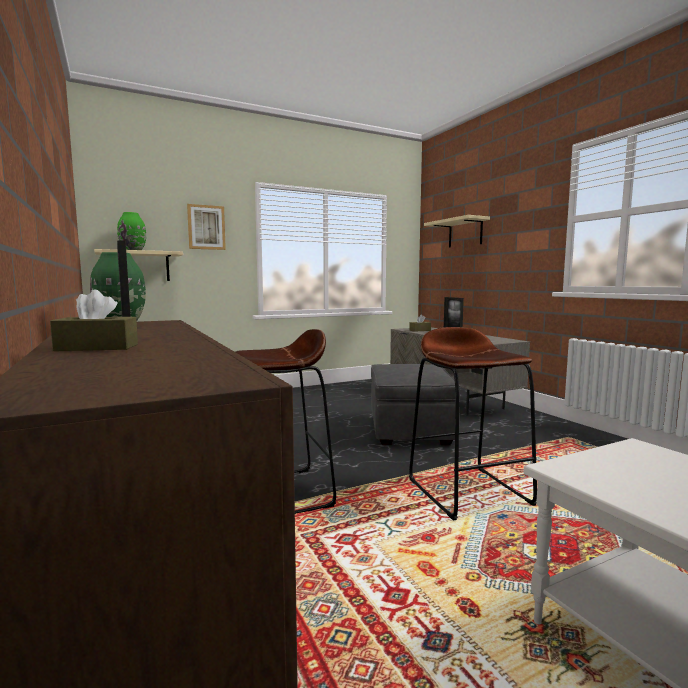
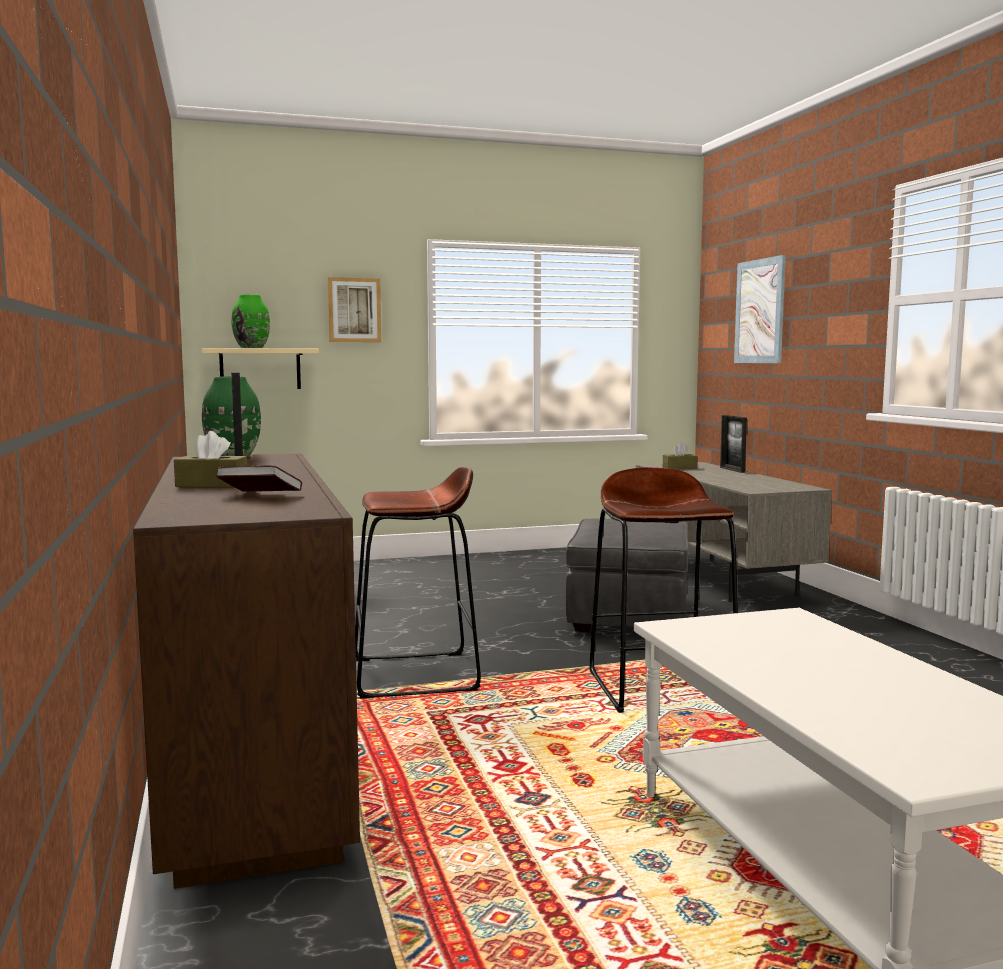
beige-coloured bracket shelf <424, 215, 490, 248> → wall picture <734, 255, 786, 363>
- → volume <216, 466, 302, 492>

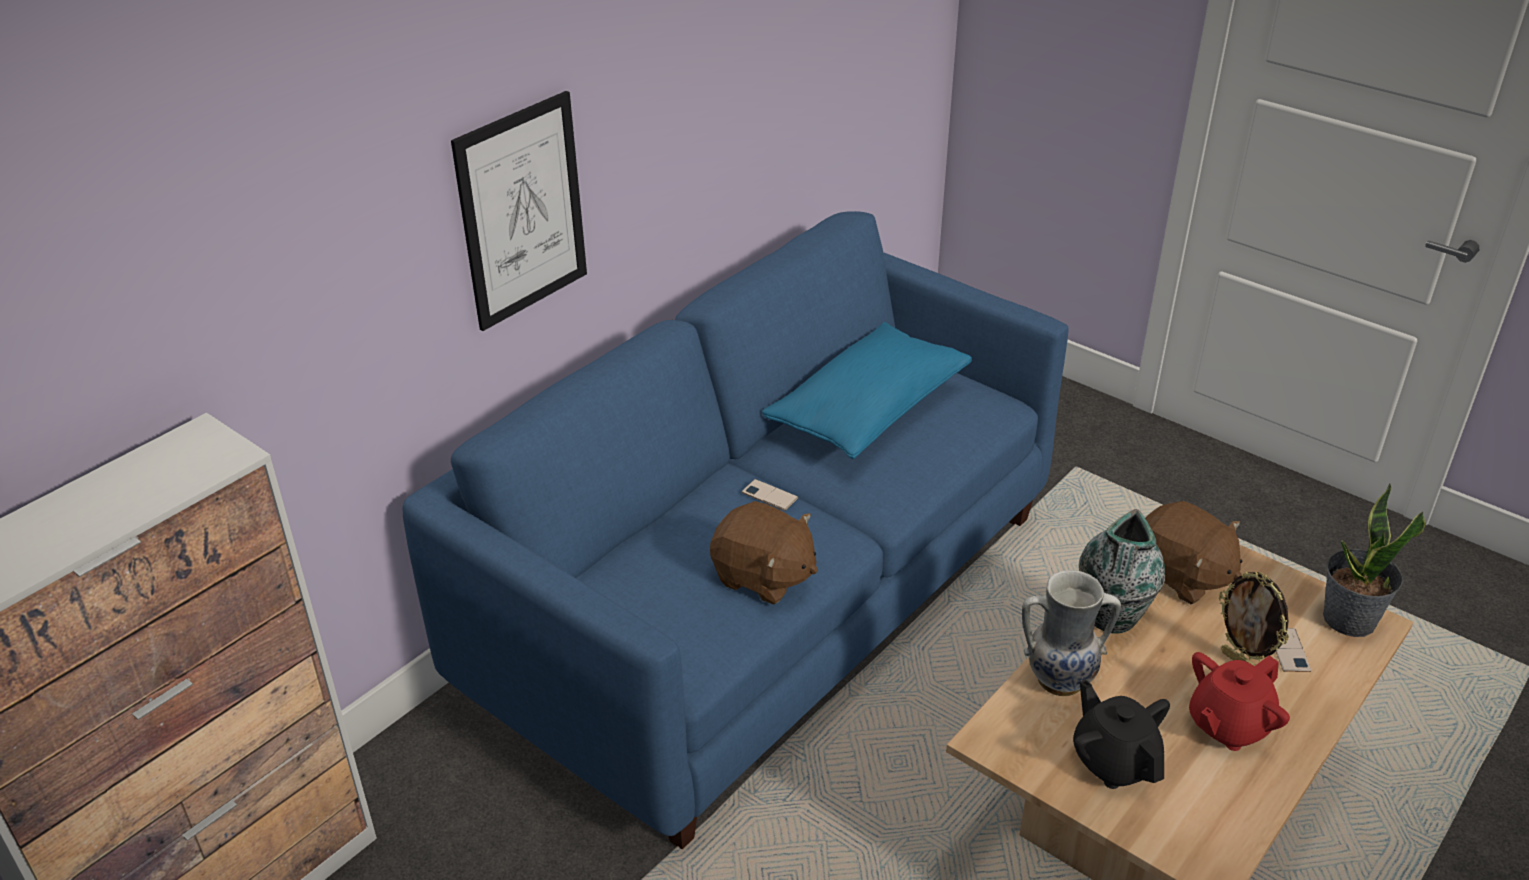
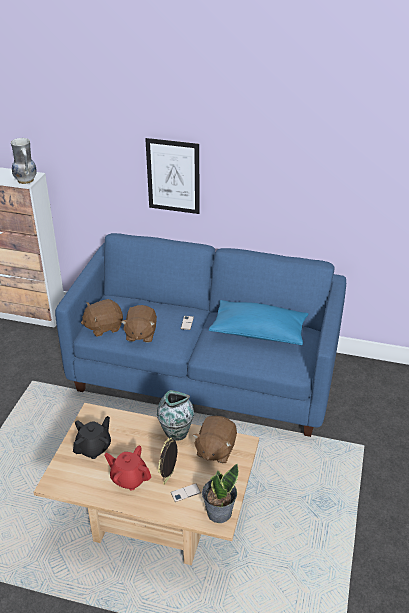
flower vase <1022, 570, 1121, 696> → flower vase <11, 138, 37, 184>, shifted
- → brownish soft toy <81, 299, 123, 337>

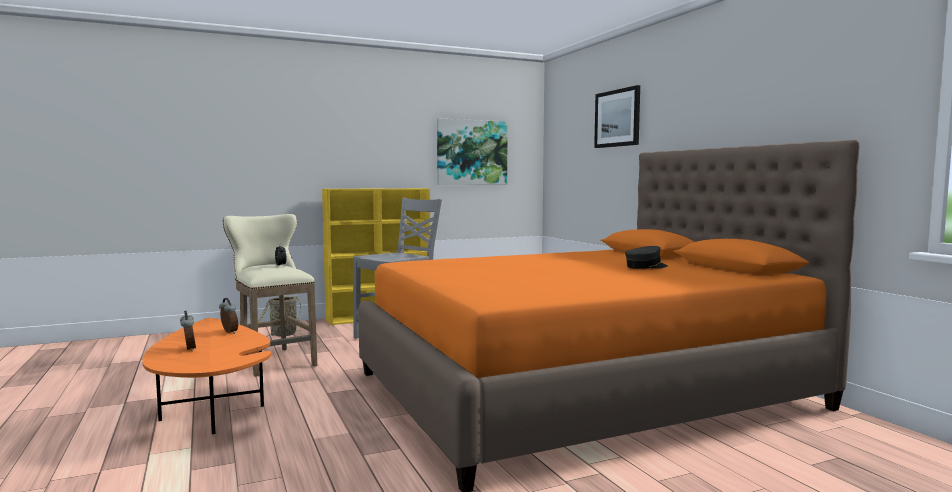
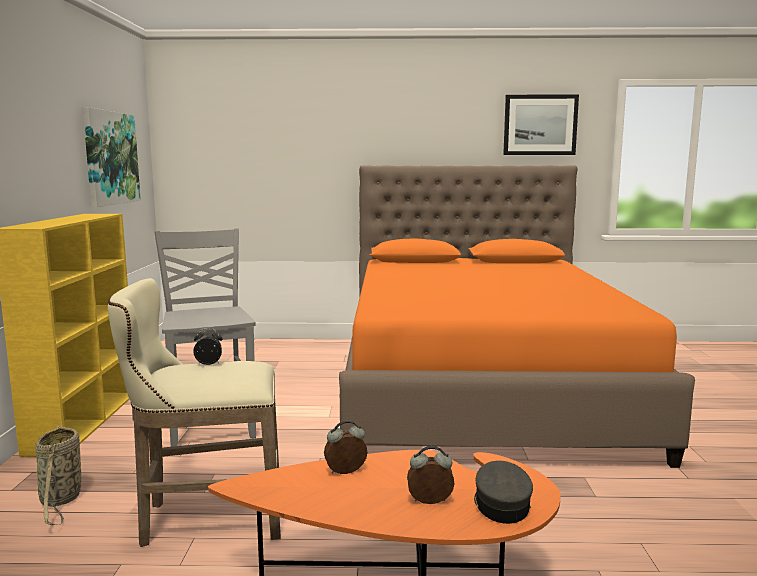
wall picture <594, 85, 640, 148> → wall picture <503, 95, 579, 155>, shifted
gray peaked cap <625, 246, 668, 269> → gray peaked cap <474, 460, 533, 524>, shifted

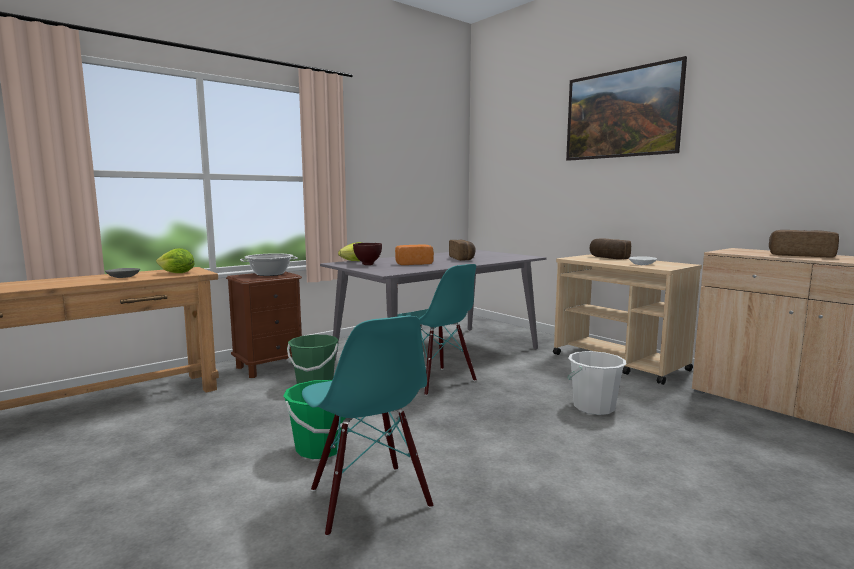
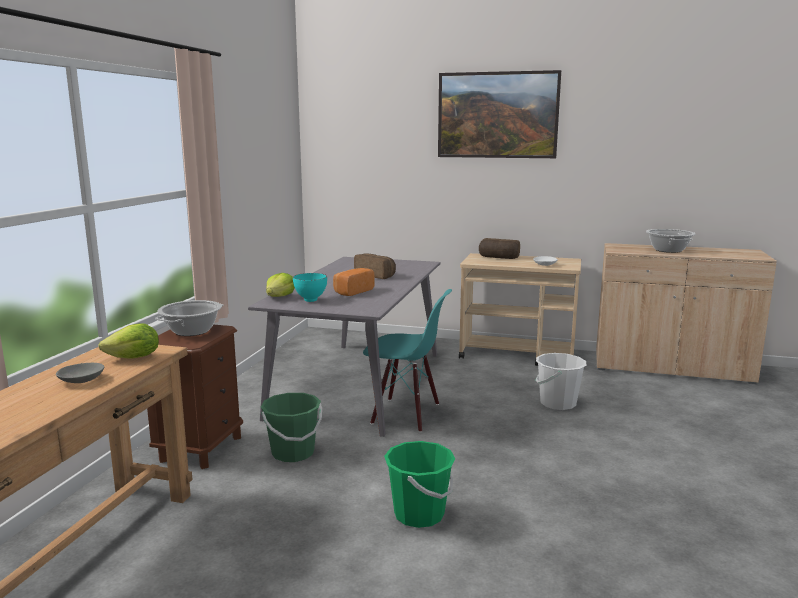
bread <769, 230, 839, 257> → stockpot <646, 229, 696, 253>
brownish serving bowl <353, 243, 382, 265> → blue-green serving bowl <293, 273, 327, 302>
blue-green upright chair <302, 316, 433, 537> → -

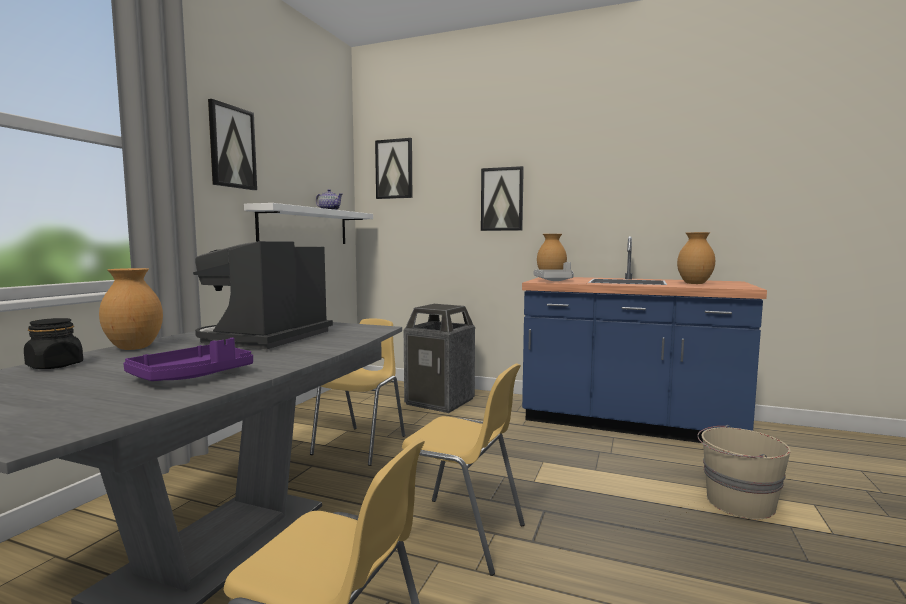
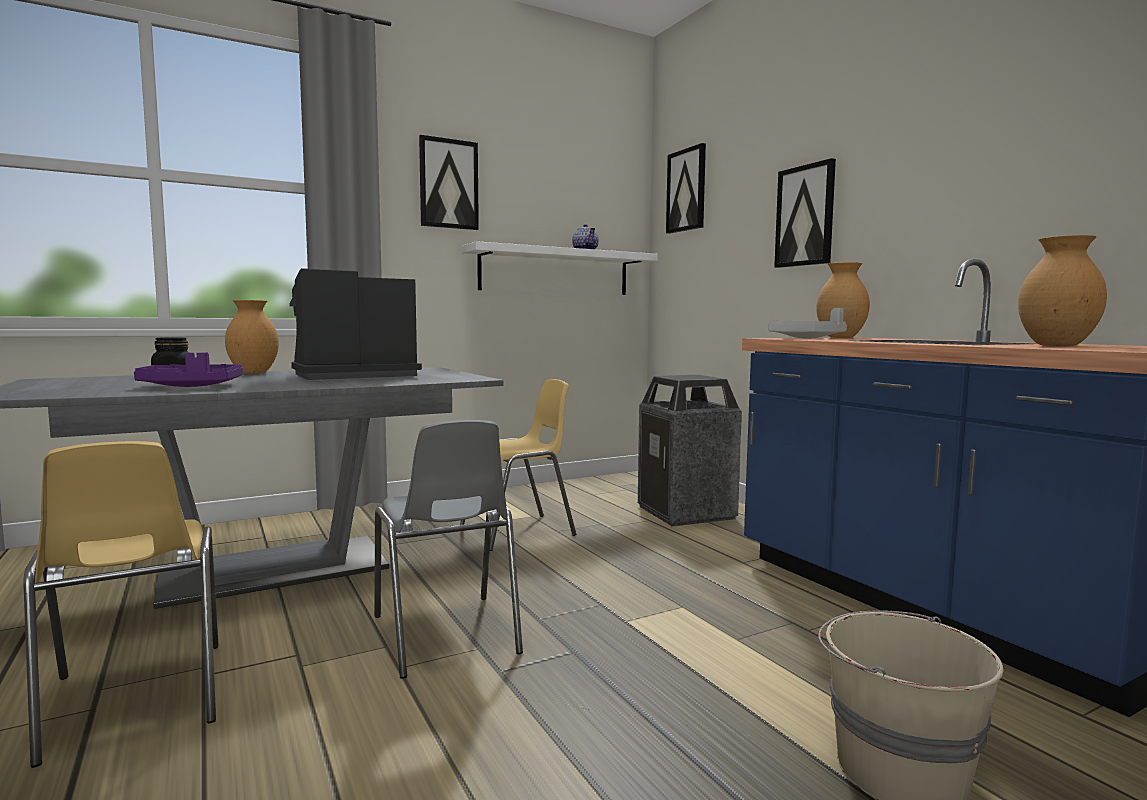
yellowish upright chair <402, 363, 525, 576> → gray upright chair <374, 420, 523, 679>

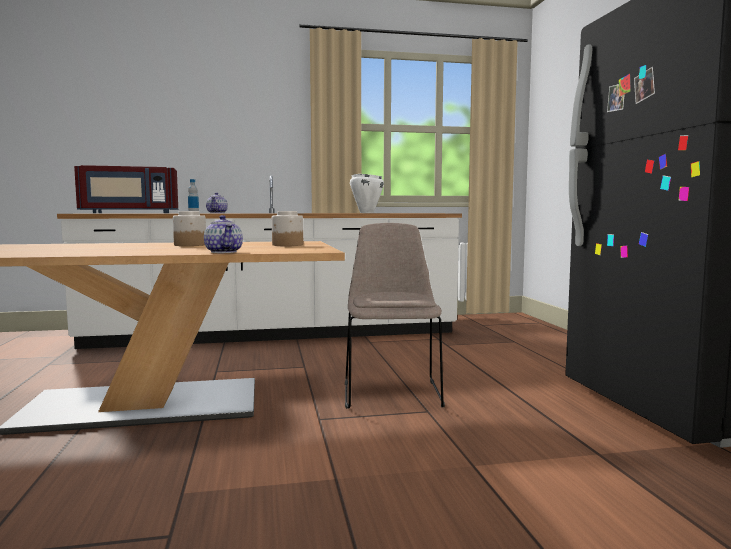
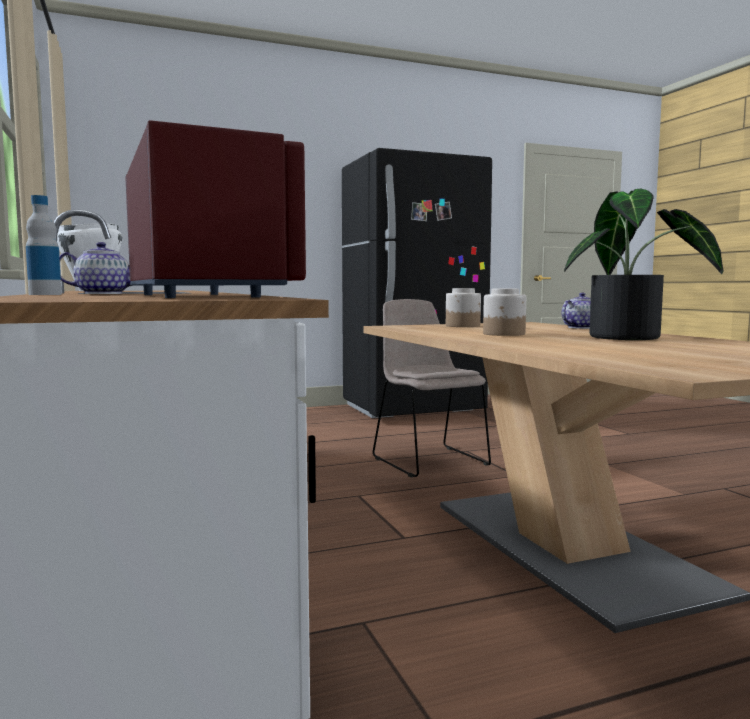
beige-coloured upright chair <345, 223, 445, 409> → beige-coloured upright chair <373, 299, 491, 478>, 75 degrees clockwise
- → potted plant <564, 188, 724, 340>

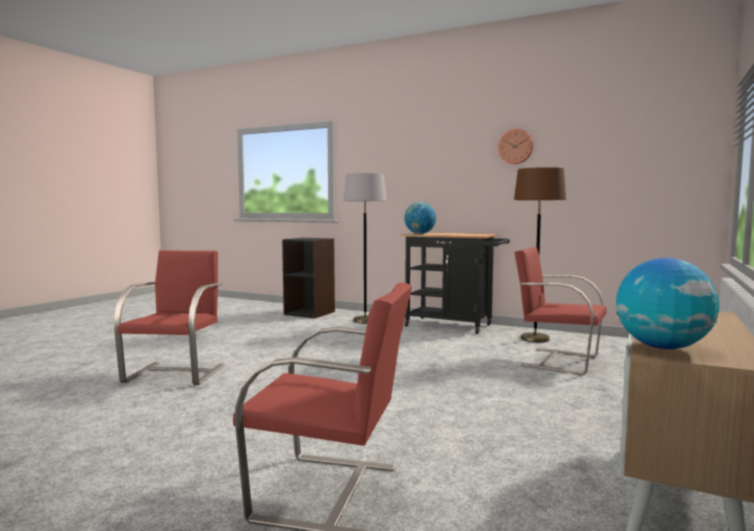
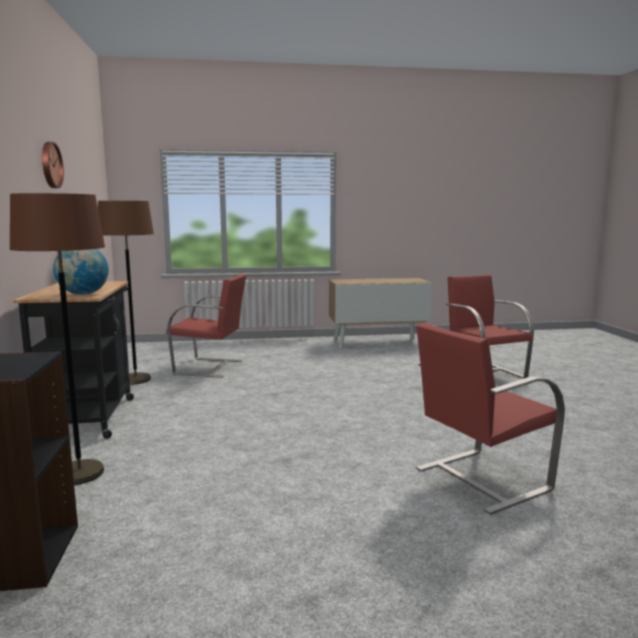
gray standing lamp <343, 173, 386, 323> → brownish standing lamp <10, 193, 105, 485>
red upright chair <514, 247, 607, 375> → red upright chair <166, 274, 246, 378>, 75 degrees counterclockwise
desk globe <616, 258, 719, 349> → -

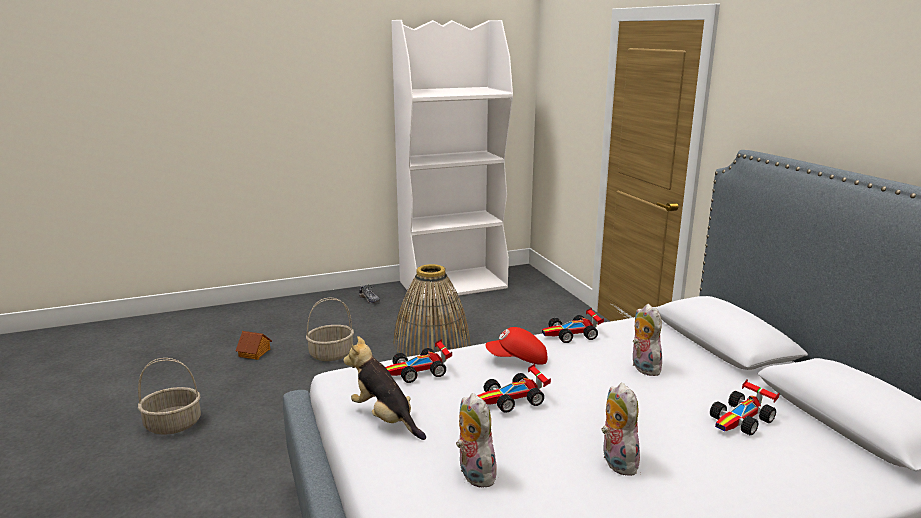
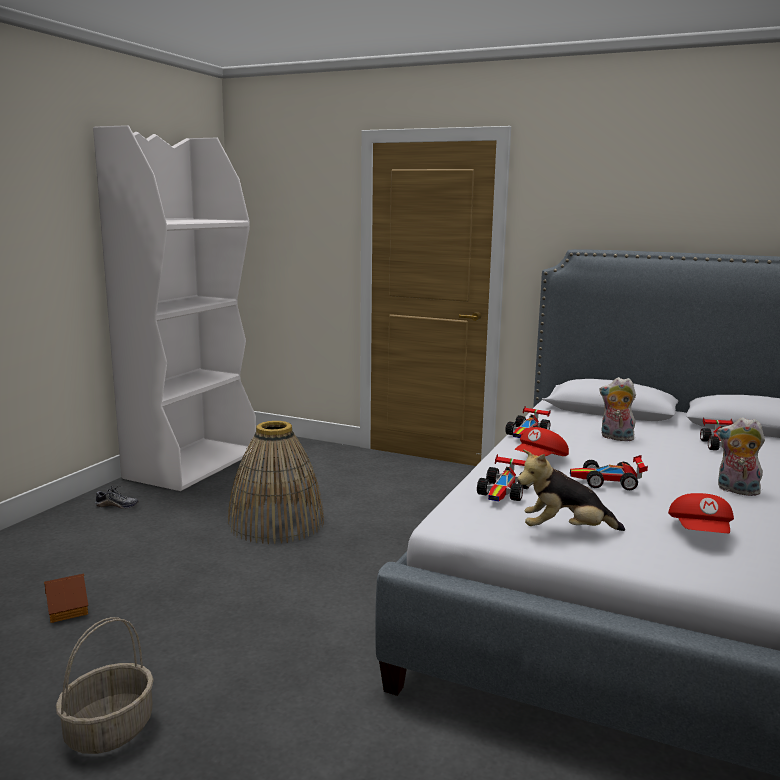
household basket <306, 298, 354, 361> → -
model car <477, 364, 551, 413> → model car <570, 455, 648, 490>, 75 degrees clockwise
soft toy <456, 393, 497, 487> → red peaked cap <668, 493, 734, 533>

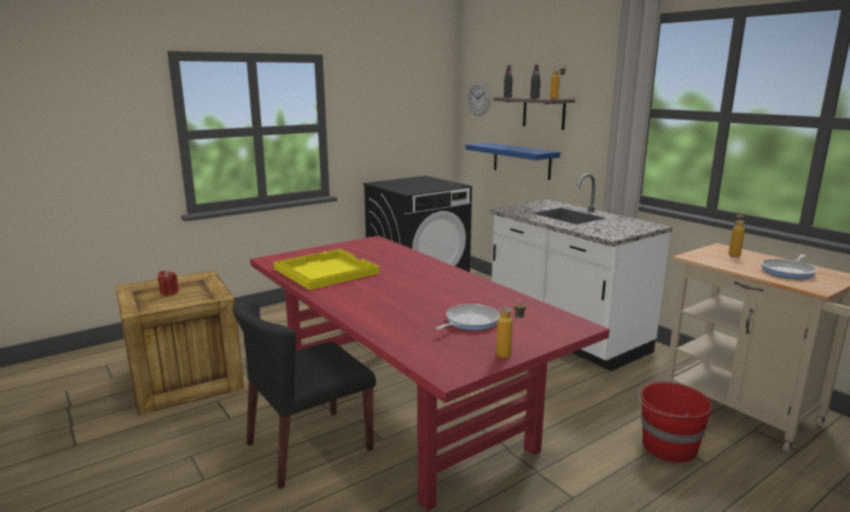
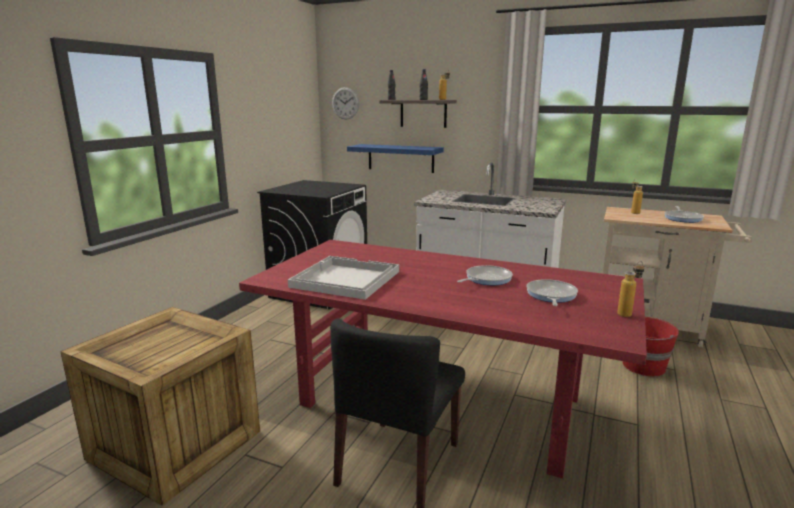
yellowish tray <274, 249, 379, 290> → white-coloured tray <288, 256, 399, 300>
red candle <158, 270, 179, 296> → -
- → skillet <457, 265, 513, 285>

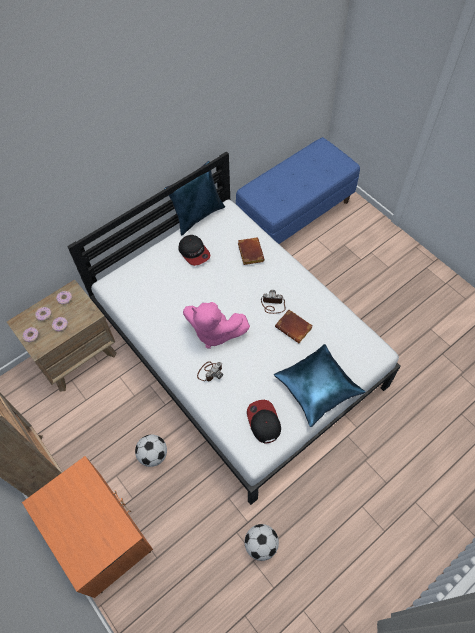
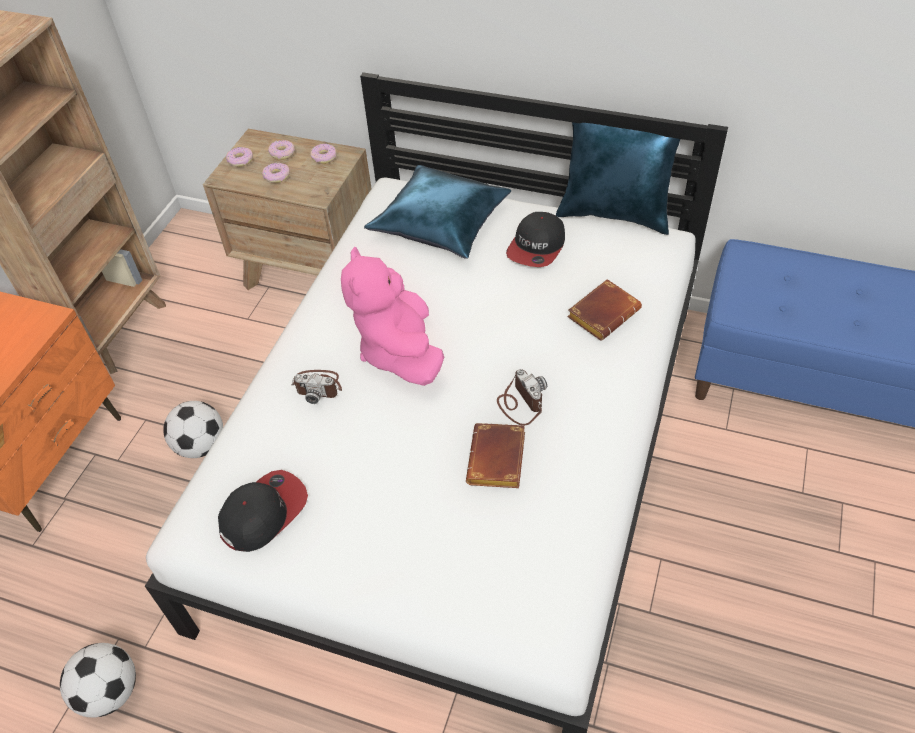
bluish pillow <274, 344, 365, 427> → bluish pillow <364, 165, 511, 259>, shifted

